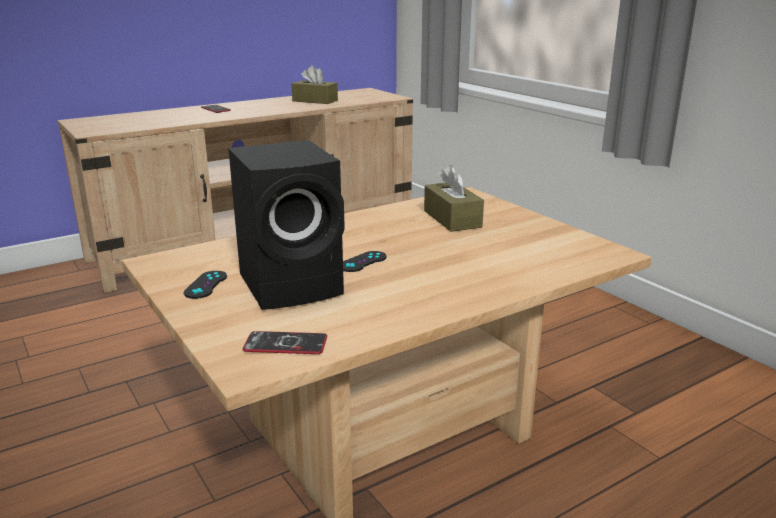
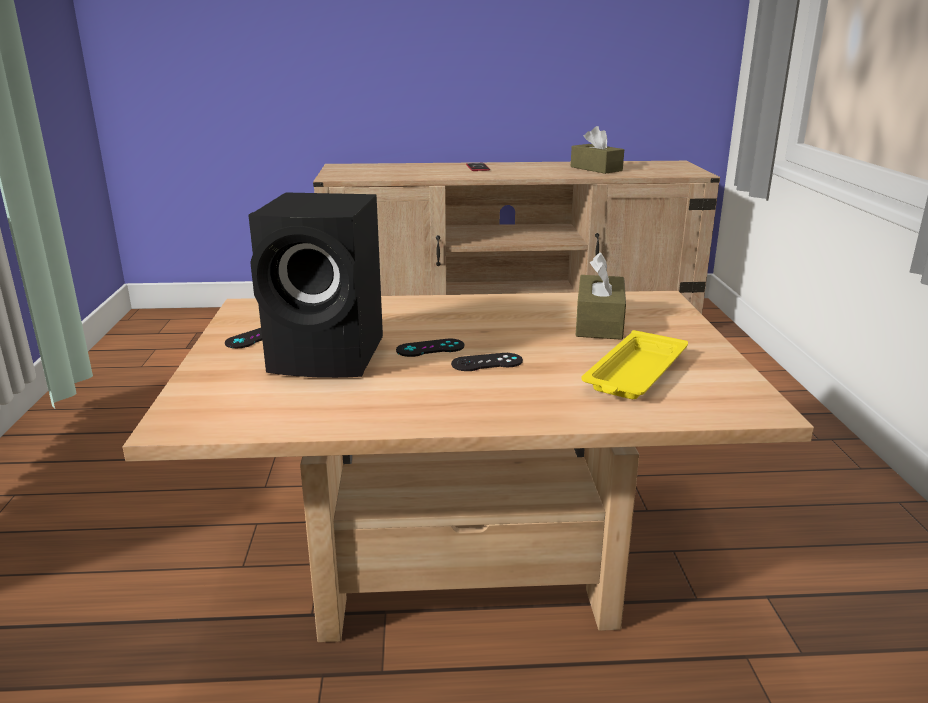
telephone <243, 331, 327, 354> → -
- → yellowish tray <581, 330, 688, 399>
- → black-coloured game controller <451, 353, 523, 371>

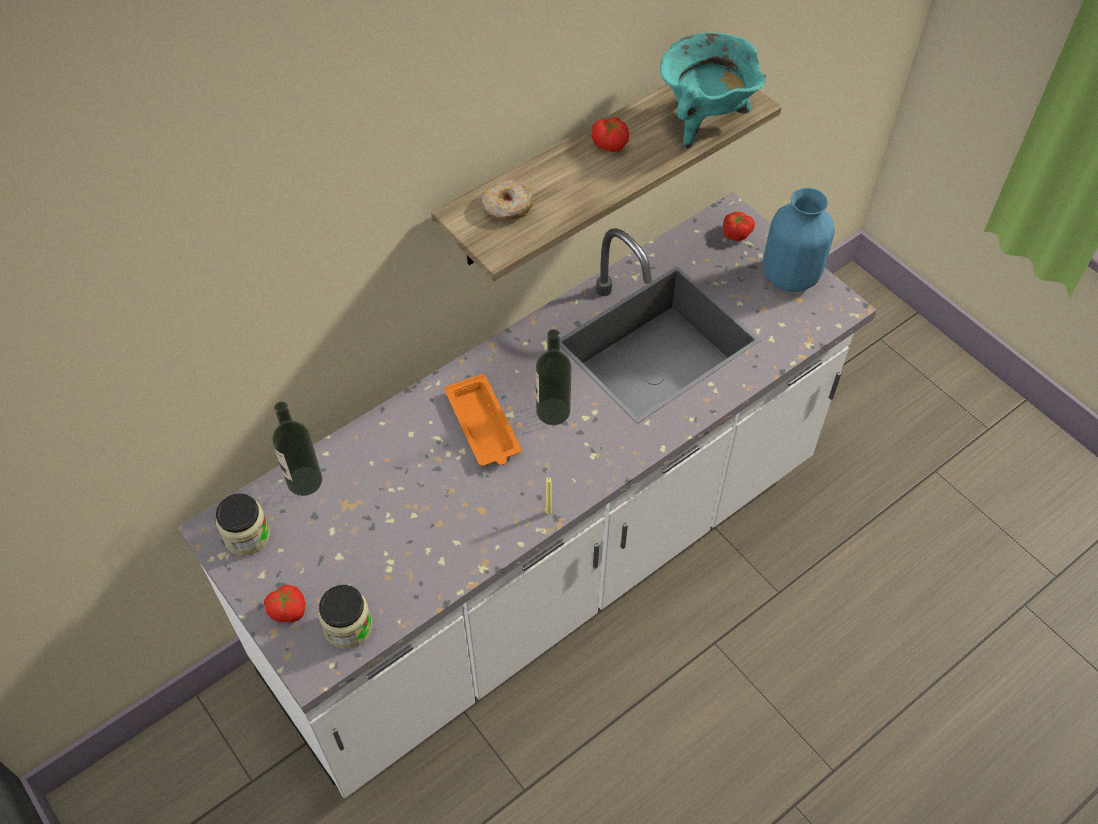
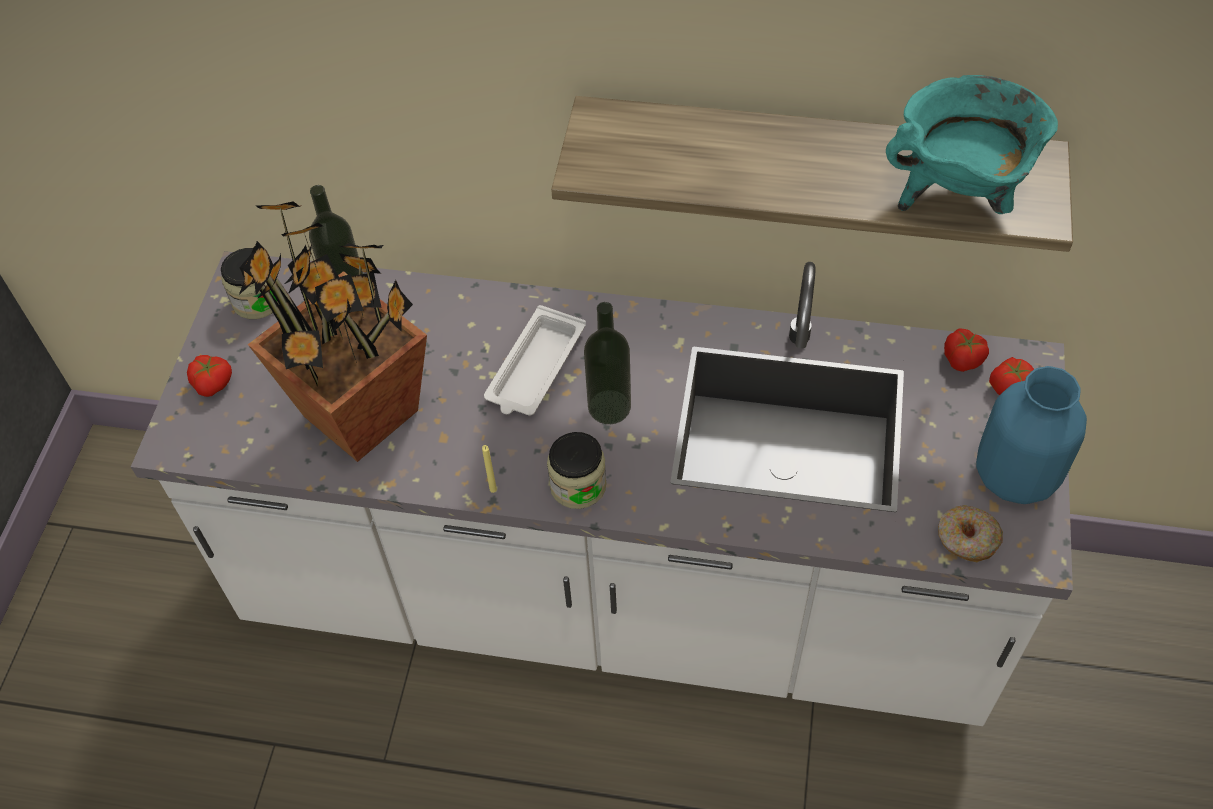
tomato <591, 117, 629, 152> → tomato <944, 328, 989, 372>, shifted
donut <482, 179, 533, 220> → donut <938, 505, 1003, 562>, shifted
orange-coloured tray <445, 374, 521, 466> → white-coloured tray <484, 305, 586, 416>
jar <318, 585, 372, 649> → jar <547, 432, 606, 509>, shifted
- → potted plant <239, 201, 427, 462>

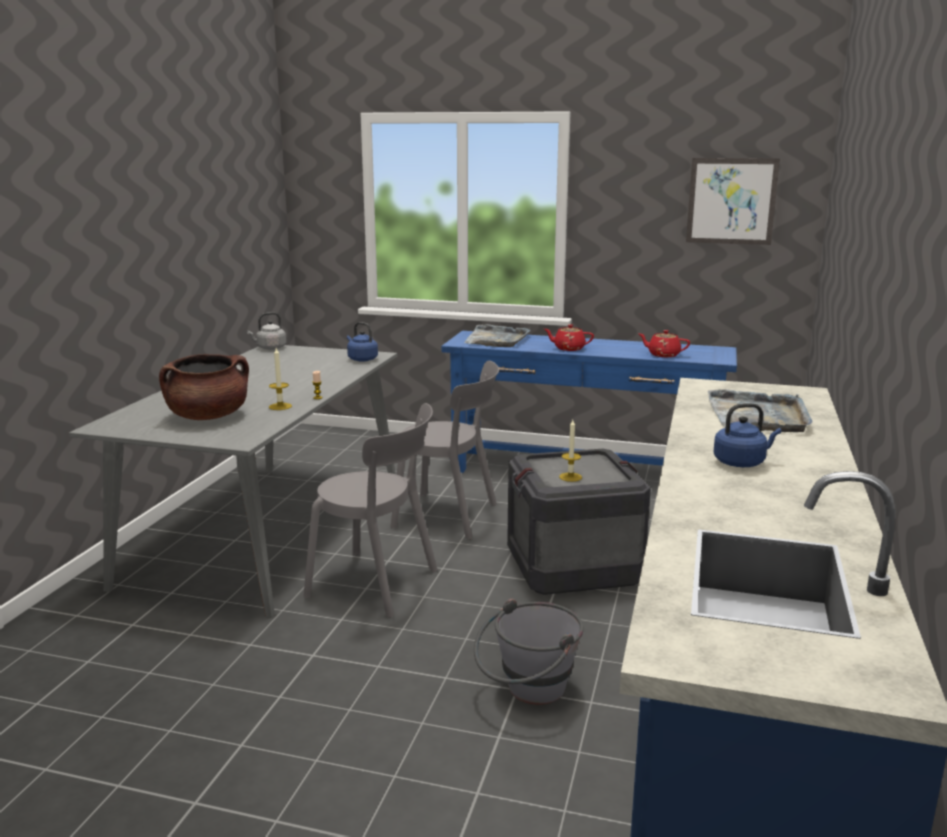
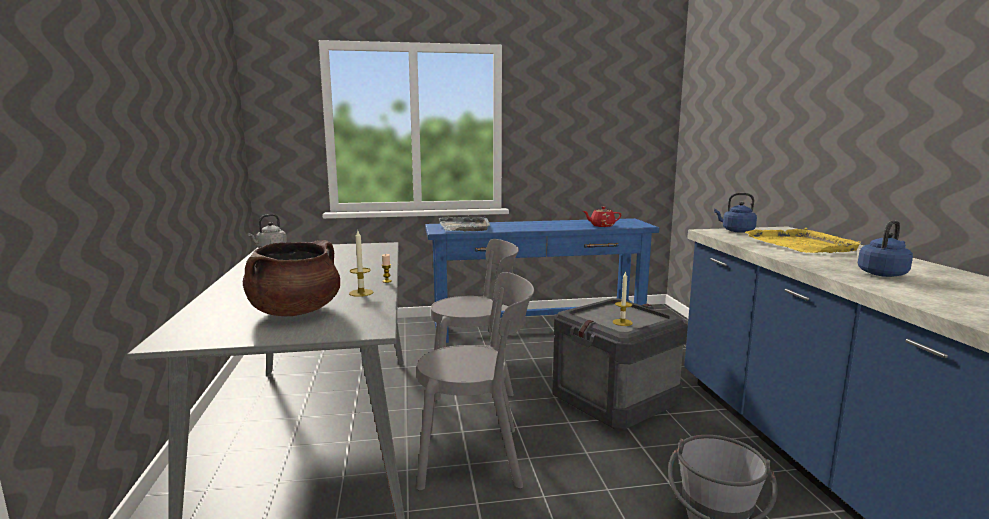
wall picture <686, 158, 780, 245> → -
bluish kettle <347, 322, 378, 362> → bluish kettle <714, 193, 757, 233>, shifted
red tea pot <544, 324, 594, 351> → -
gray tray <708, 389, 813, 432> → yellowish tray <745, 228, 862, 253>

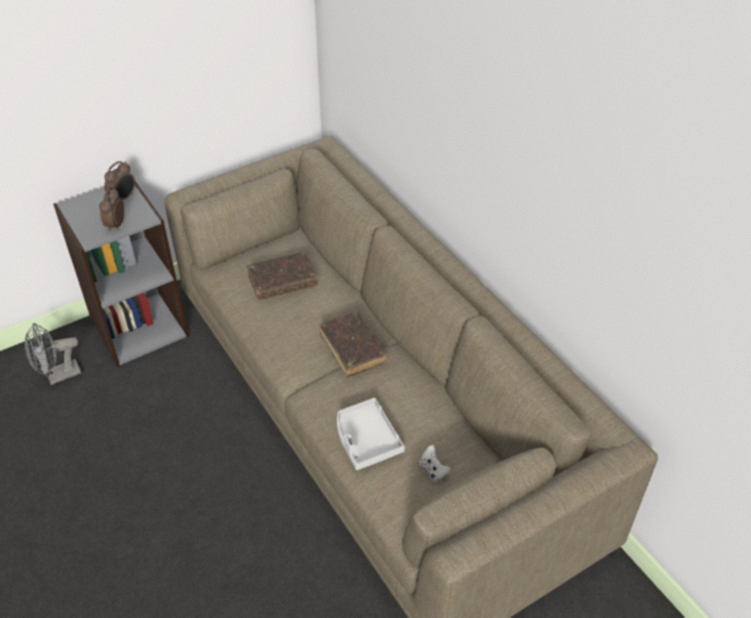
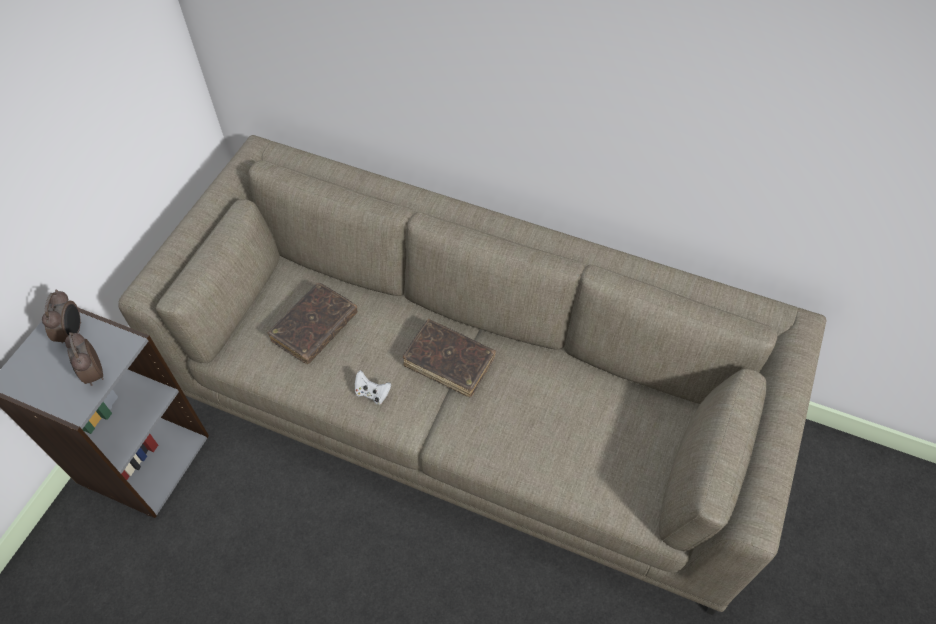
gray fan <25, 323, 81, 385> → -
gray tray <337, 398, 405, 470> → -
white-coloured game controller <420, 445, 452, 482> → white-coloured game controller <355, 370, 391, 405>, shifted

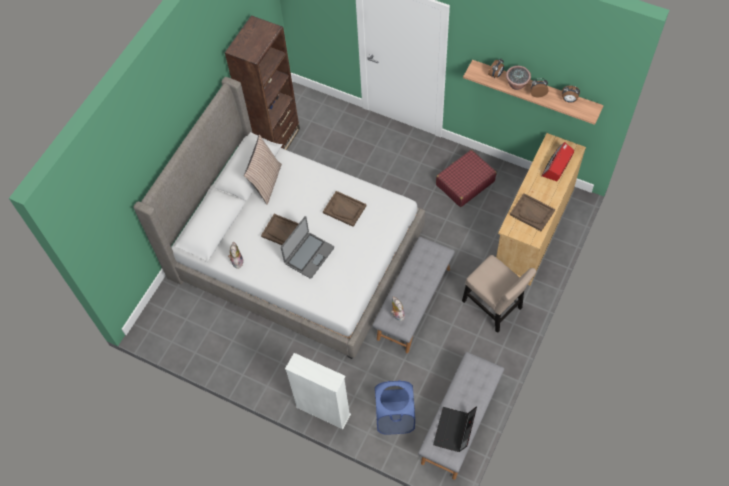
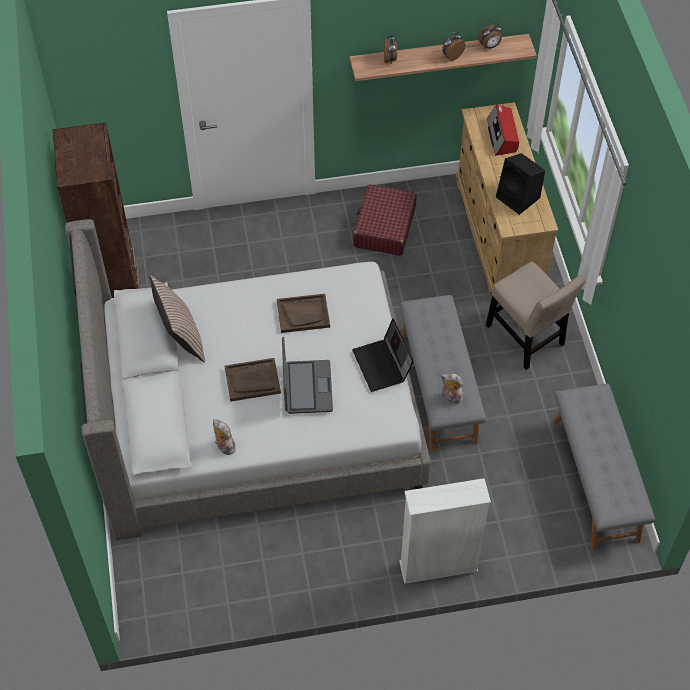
potted plant <506, 66, 531, 90> → -
brownish tray <510, 193, 555, 231> → black-coloured speaker <496, 153, 545, 215>
beige-coloured upright chair <462, 255, 536, 333> → beige-coloured upright chair <486, 261, 586, 370>, 45 degrees clockwise
bluish hamper <375, 380, 415, 435> → -
portable computer <433, 407, 477, 452> → portable computer <352, 318, 414, 392>, shifted

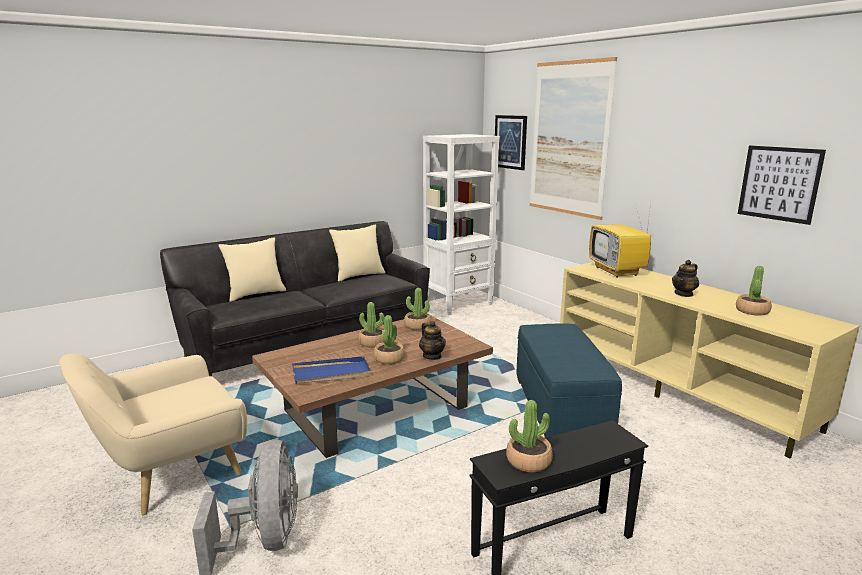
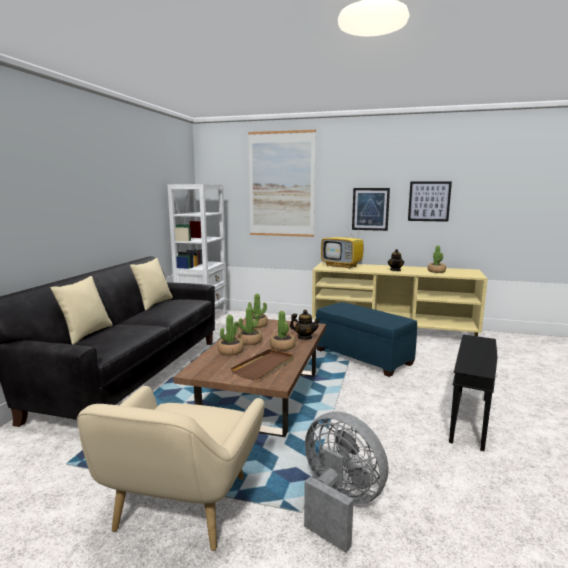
wall picture <495, 115, 527, 170> → wall picture <352, 188, 390, 231>, shifted
bluish tray <292, 356, 371, 384> → brownish tray <231, 349, 294, 380>
potted plant <506, 400, 553, 472> → potted plant <218, 315, 244, 356>, shifted

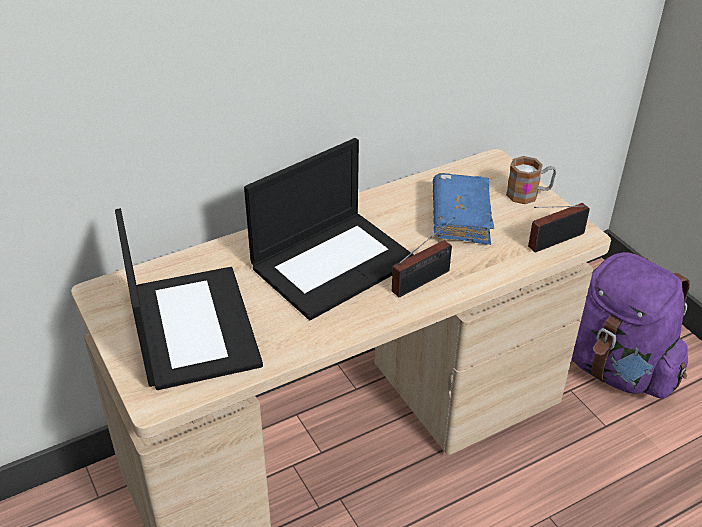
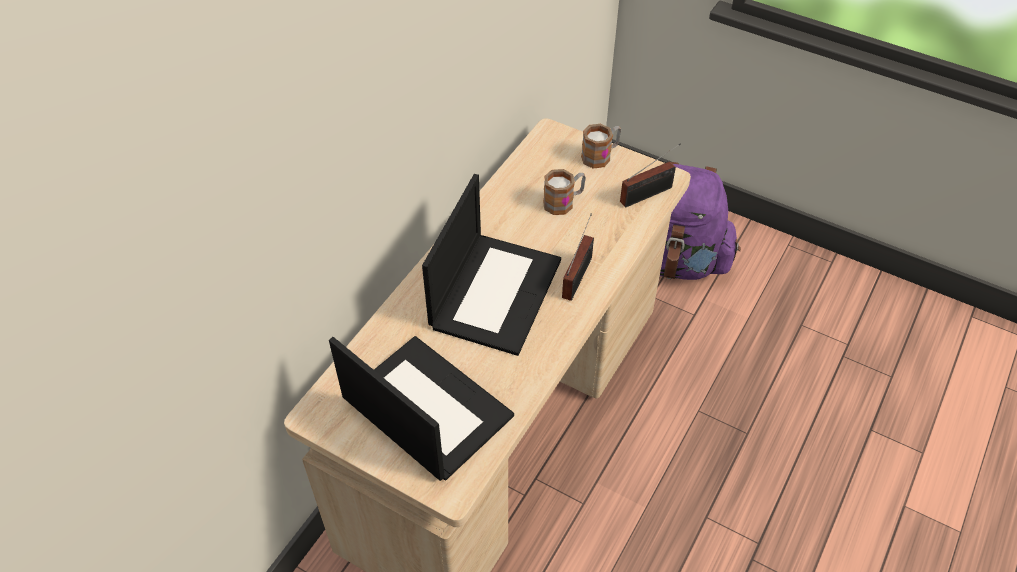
bluish volume <433, 173, 494, 245> → tea mug <543, 169, 586, 215>
radio receiver <528, 203, 590, 253> → radio receiver <620, 143, 681, 207>, 150 degrees counterclockwise

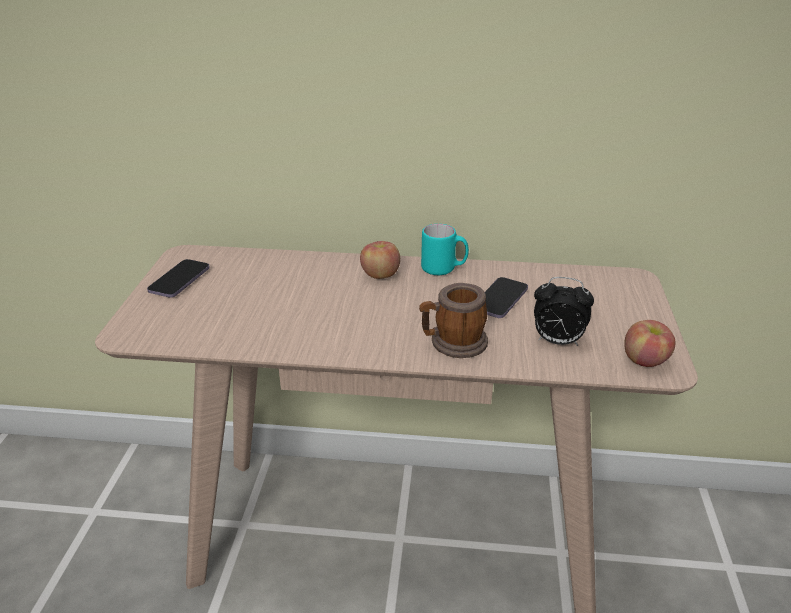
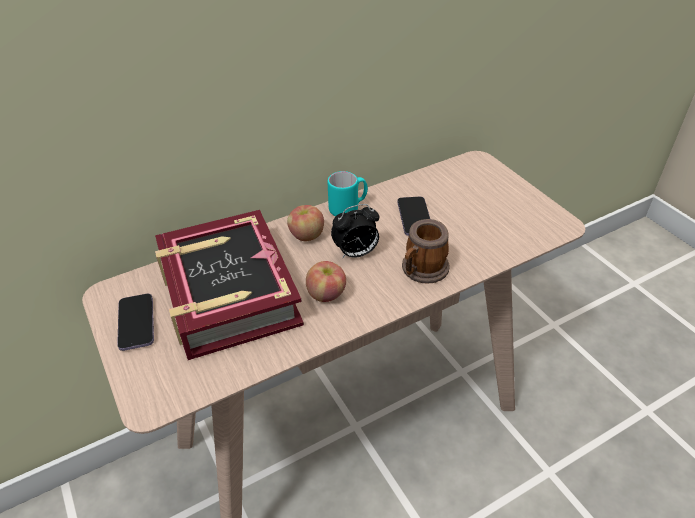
alarm clock <534, 277, 594, 346> → alarm clock <331, 204, 379, 259>, shifted
apple <625, 320, 675, 367> → apple <306, 261, 346, 302>, shifted
- → volume <155, 210, 304, 360>

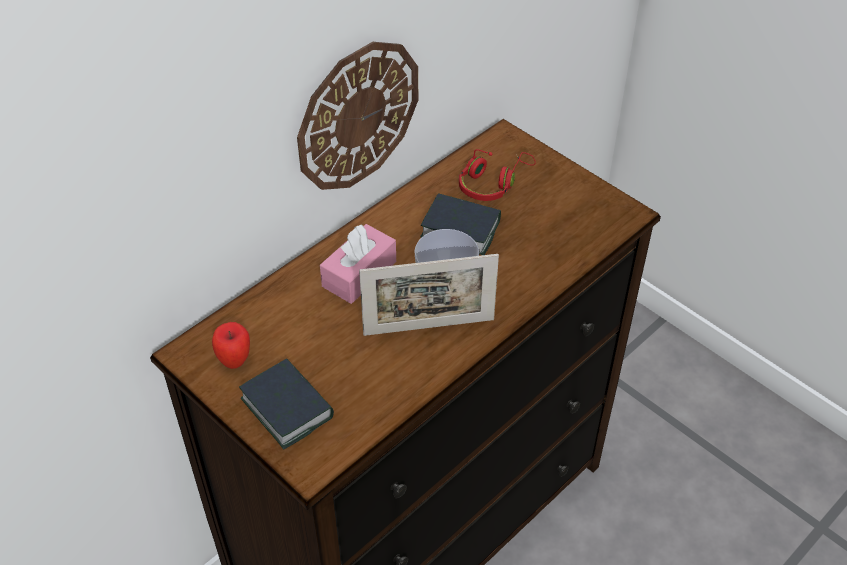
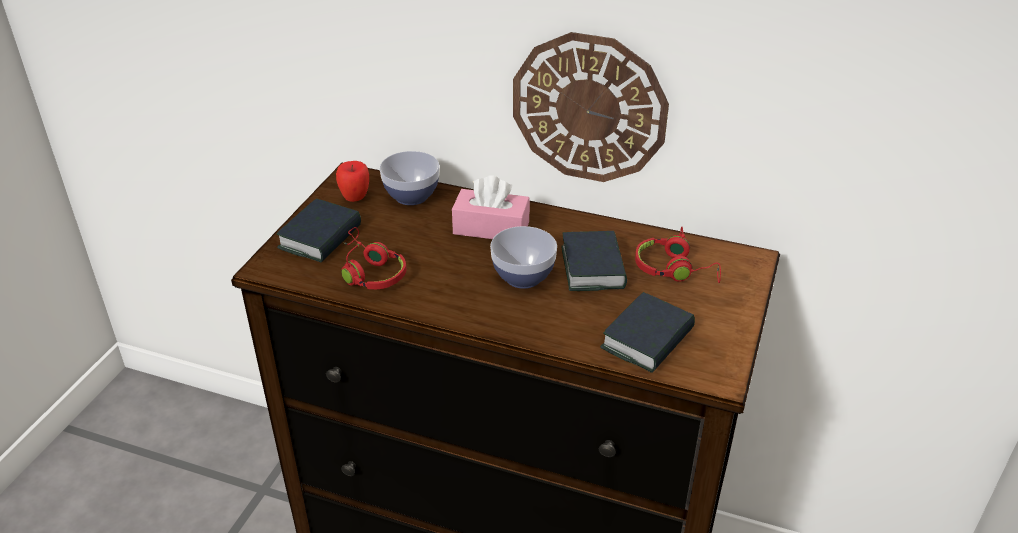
standing frame <359, 254, 499, 336> → -
- → serving bowl <380, 151, 439, 205>
- → red headset <341, 227, 406, 289>
- → volume <600, 292, 695, 373>

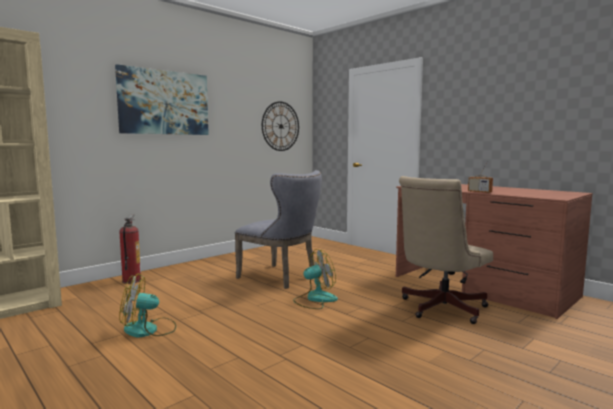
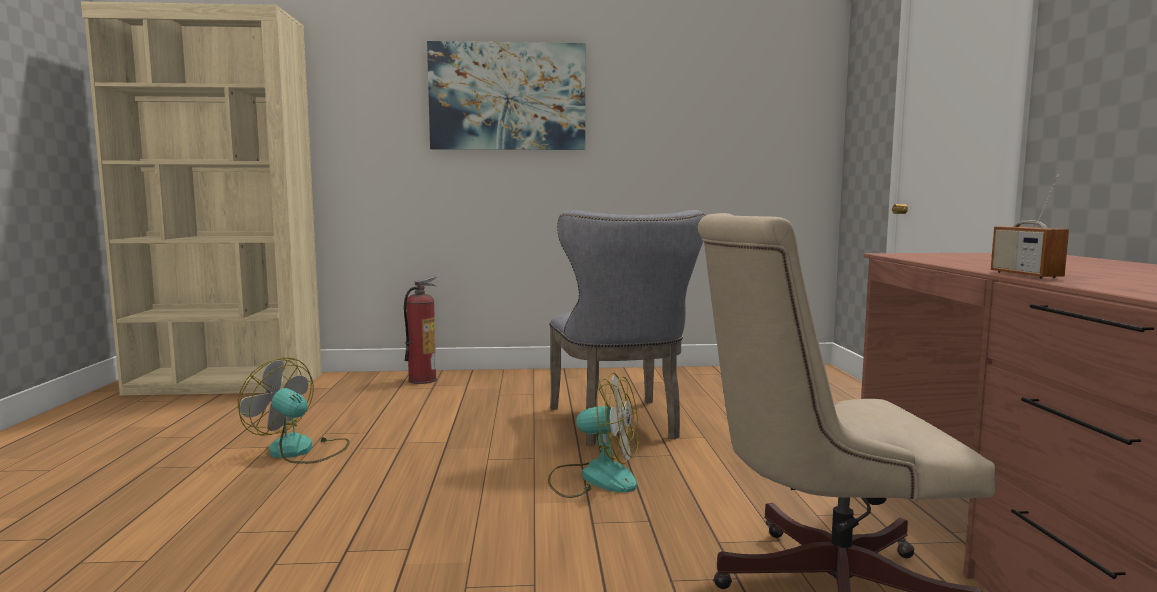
wall clock <262, 101, 299, 151> → -

